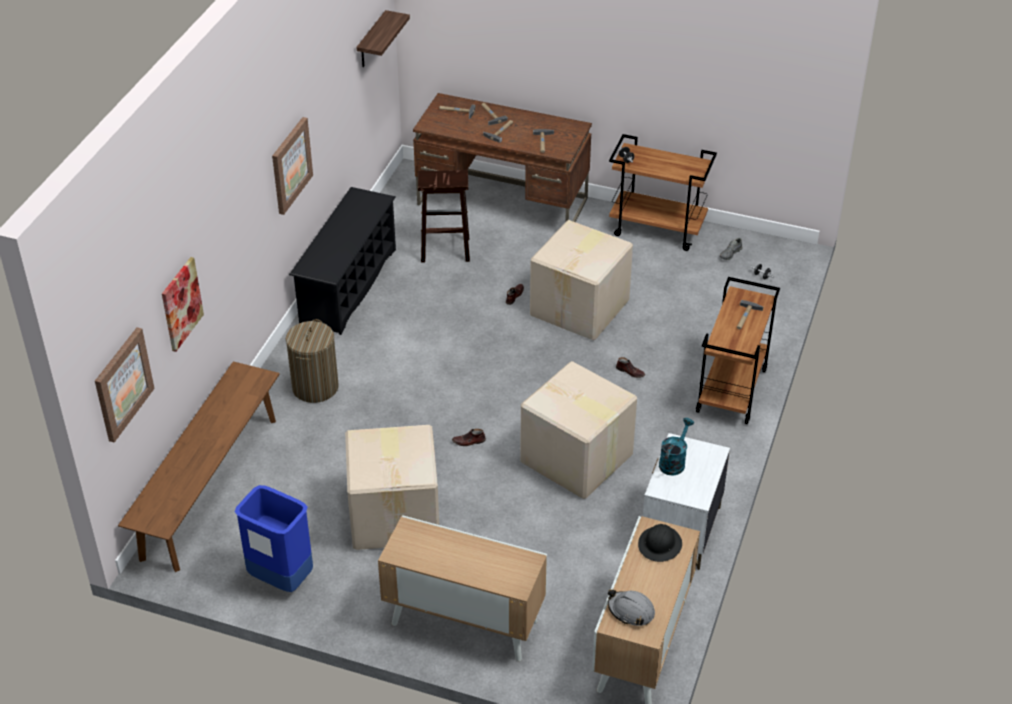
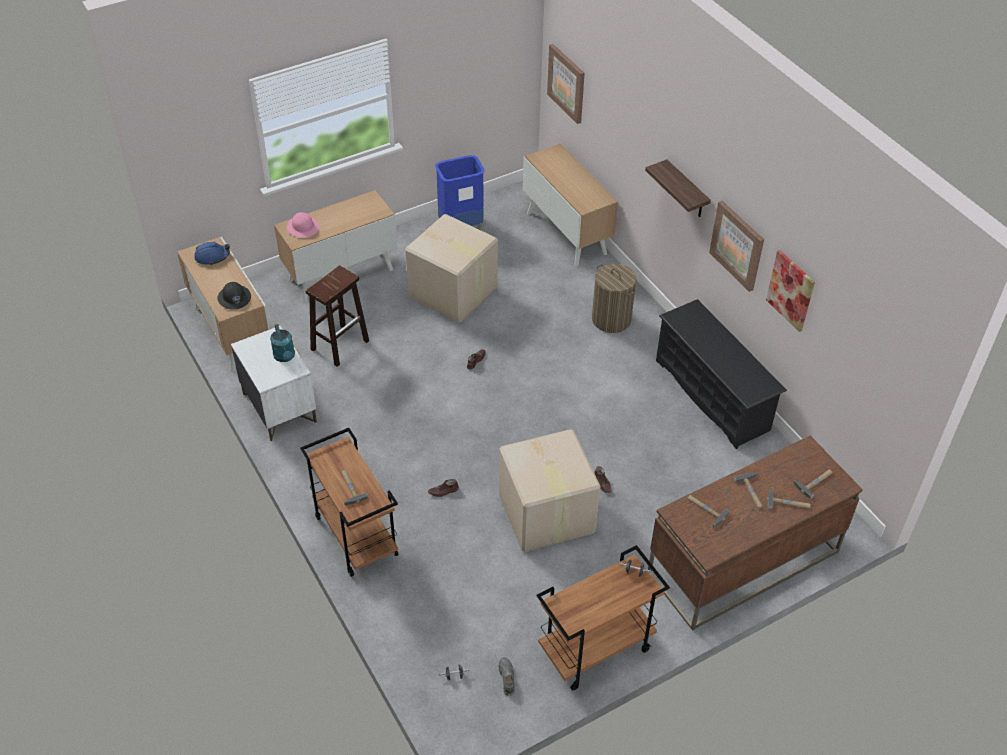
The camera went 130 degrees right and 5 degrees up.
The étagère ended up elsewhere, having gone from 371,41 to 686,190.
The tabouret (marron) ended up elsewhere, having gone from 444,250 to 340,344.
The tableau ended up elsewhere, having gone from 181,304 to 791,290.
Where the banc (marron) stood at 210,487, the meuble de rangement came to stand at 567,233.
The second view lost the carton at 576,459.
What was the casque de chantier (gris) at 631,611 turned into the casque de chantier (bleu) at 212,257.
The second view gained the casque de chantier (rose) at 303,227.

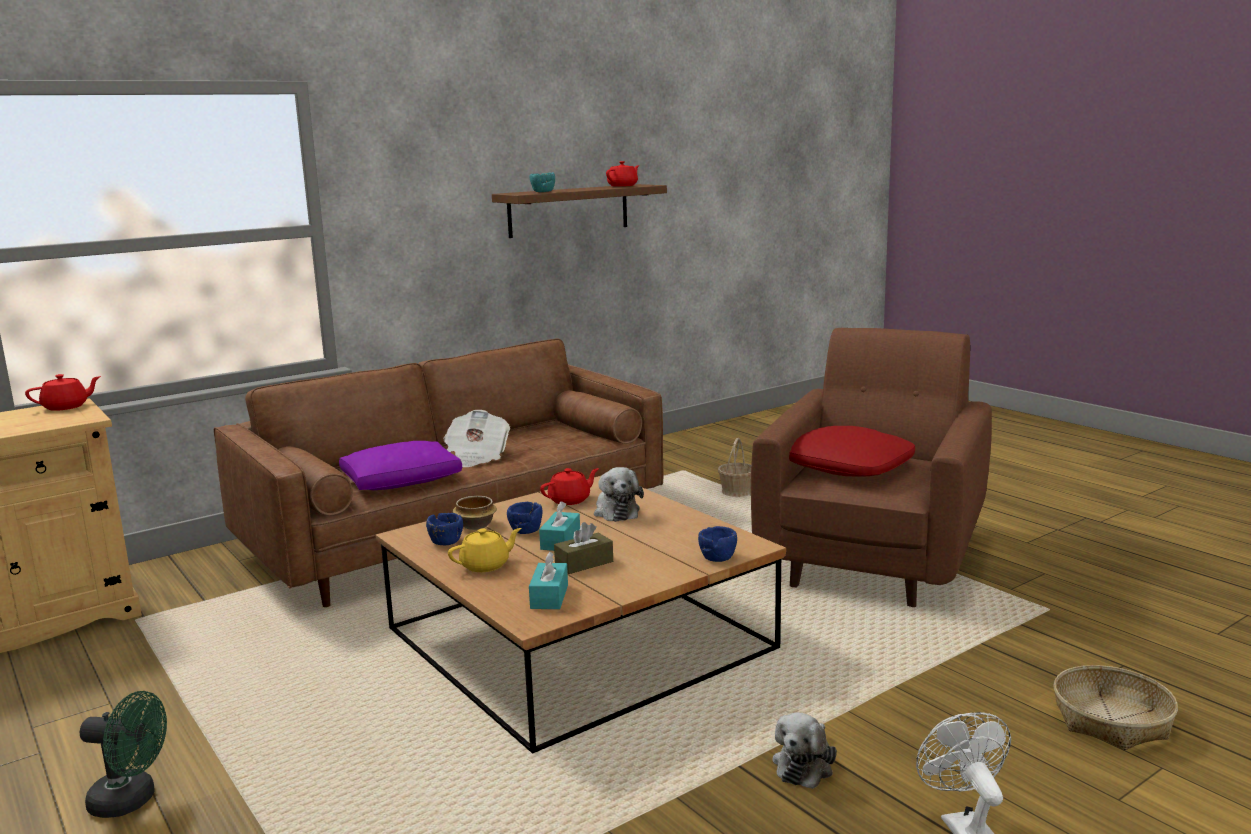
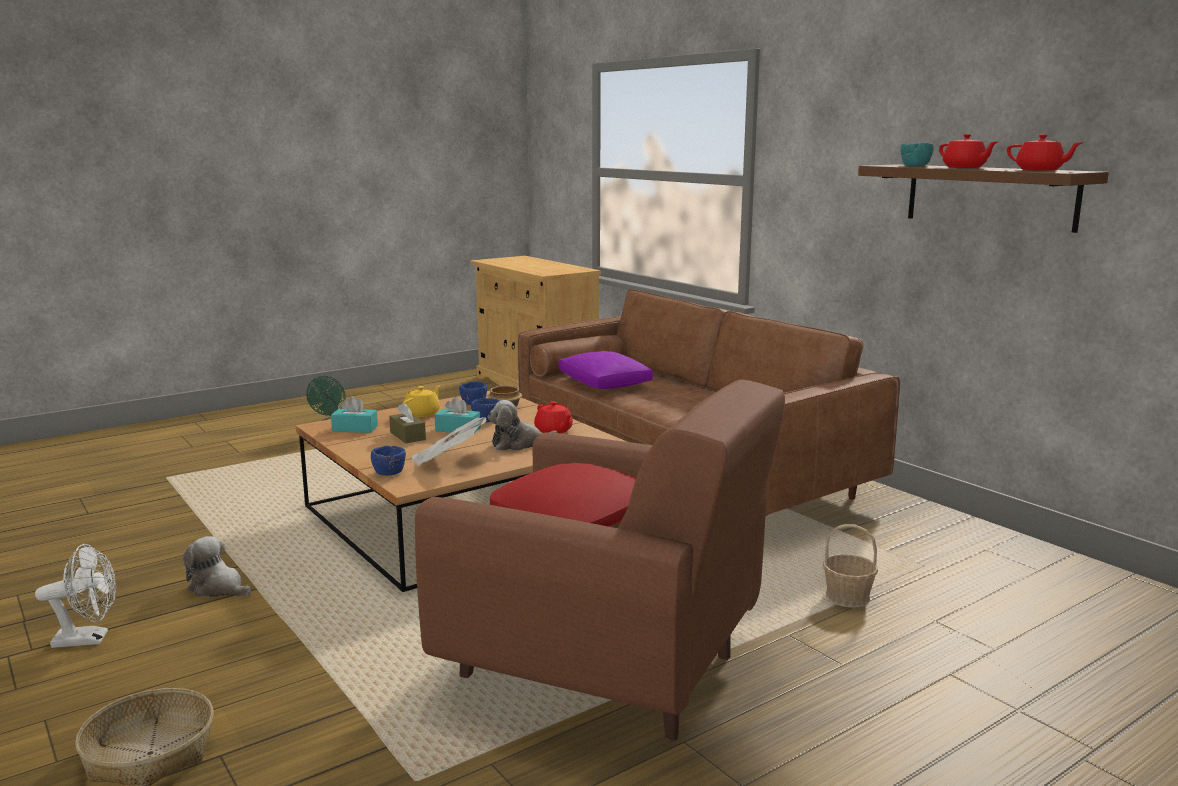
The camera went 90 degrees right and 0 degrees up.
The théière (rouge) ended up elsewhere, having gone from 66,407 to 964,167.
The journal ended up elsewhere, having gone from 477,456 to 447,461.
The théière (jaune) at 486,565 ended up facing another way, 120 degrees counterclockwise from before.

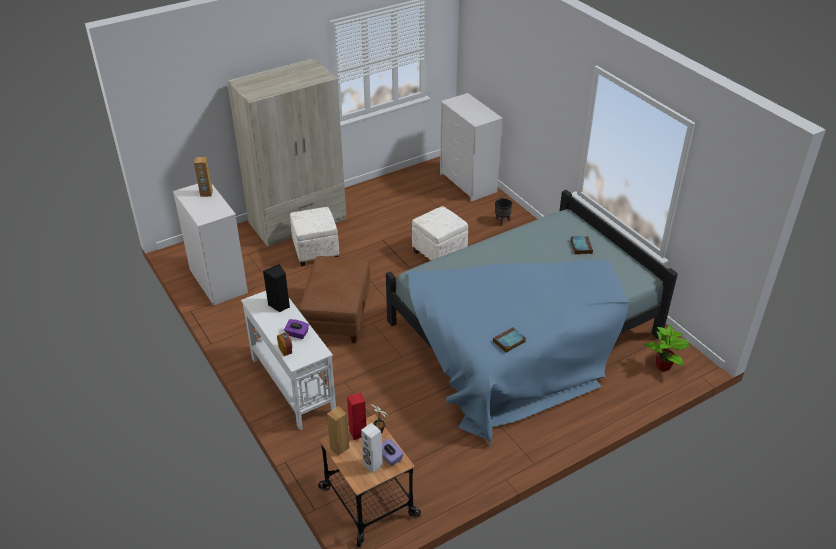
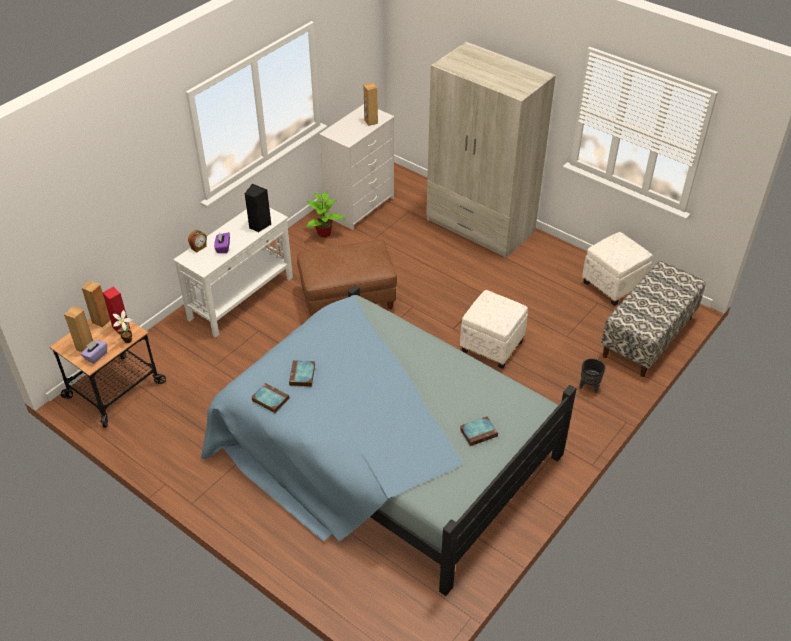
The camera went 70 degrees right and 5 degrees up.
Where the commode (blanc) stood at 468,183, the banc came to stand at 648,337.
The pouf (blanc) ended up elsewhere, having gone from 315,252 to 612,285.
The plante en pot ended up elsewhere, having gone from 664,366 to 324,233.
What was the enceinte (blanc) at 372,465 turned into the enceinte (marron) at 85,347.
The second view gained the livre at 302,376.

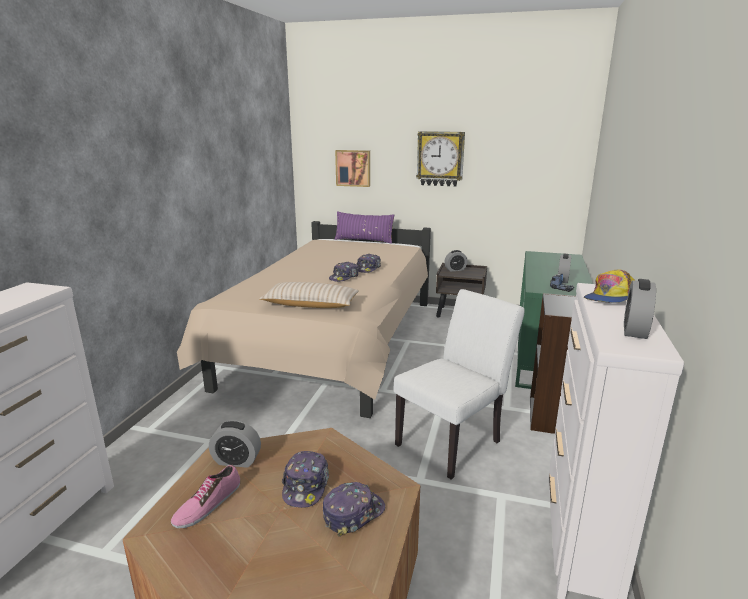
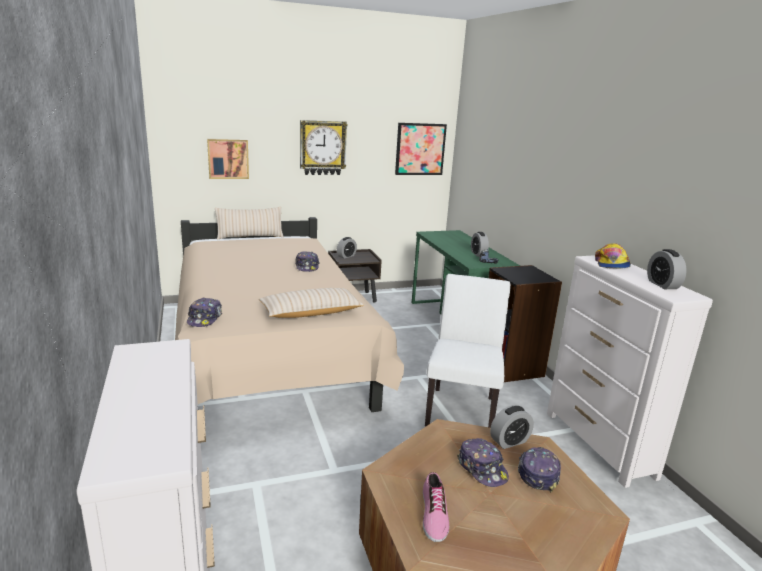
The camera went 35 degrees left and 0 degrees up.
What was the coussin (violet) at 364,240 turned into the coussin (beige) at 250,237.
The casquette ended up elsewhere, having gone from 344,277 to 205,318.
The réveil ended up elsewhere, having gone from 236,460 to 509,441.
The second view gained the tableau at 420,149.

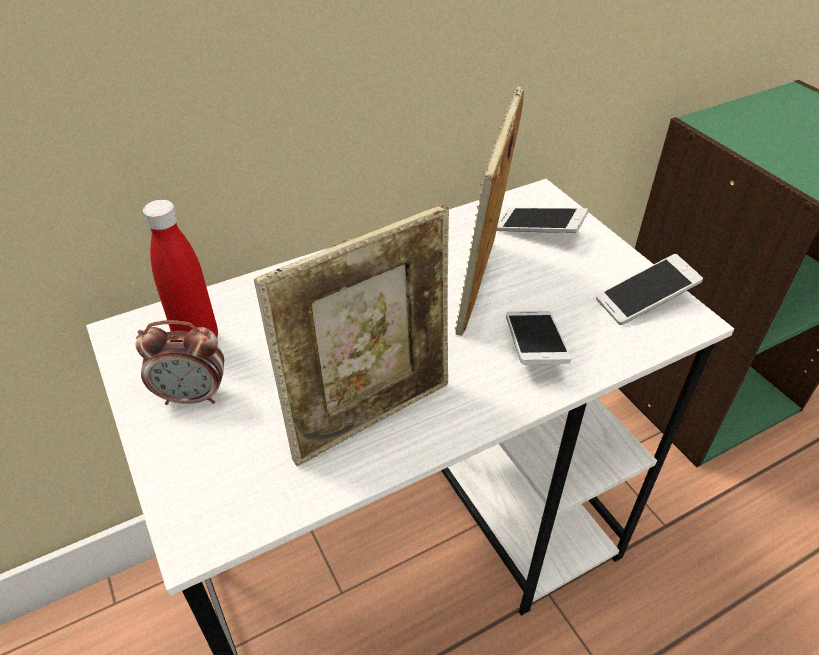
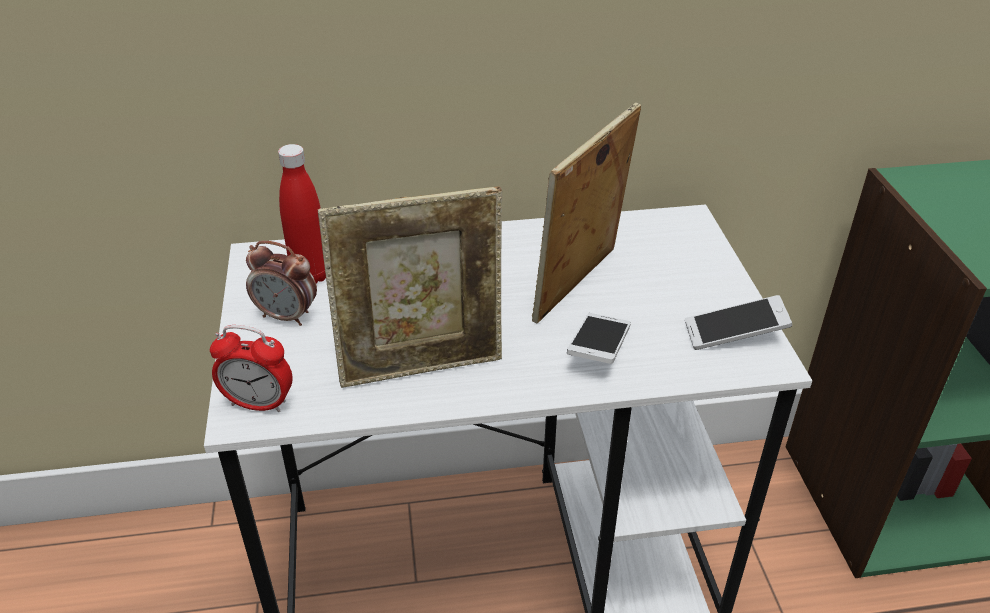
The camera went 20 degrees right and 5 degrees down.
The second view lost the téléphone at 539,231.
The second view gained the réveil at 259,403.

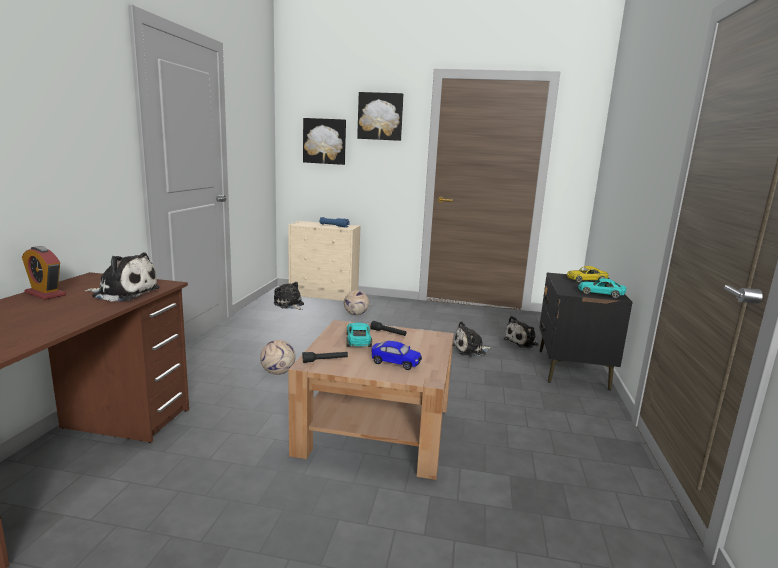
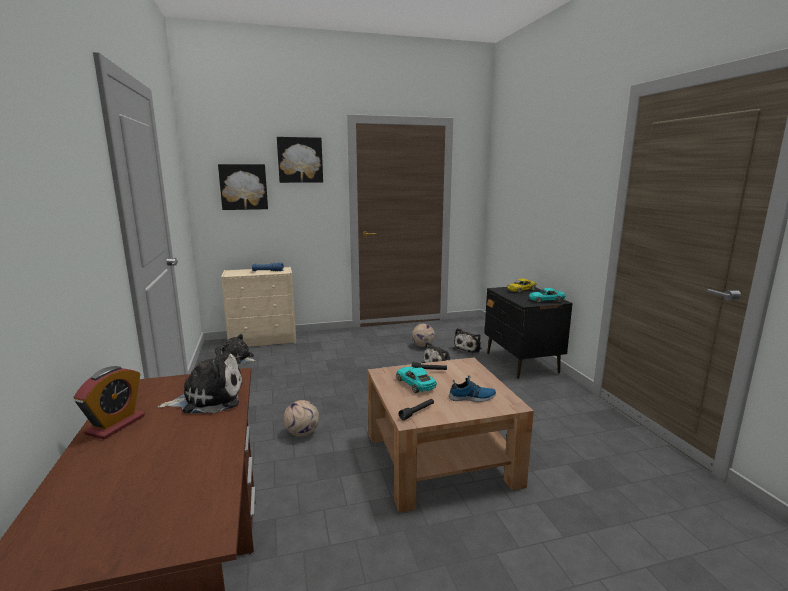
The camera went 25 degrees left and 0 degrees up.
The réveil at 45,294 ended up facing another way, 75 degrees counterclockwise from before.
The ballon de foot ended up elsewhere, having gone from 355,314 to 422,346.
Where the petite voiture stood at 395,363, the chaussure came to stand at 472,398.

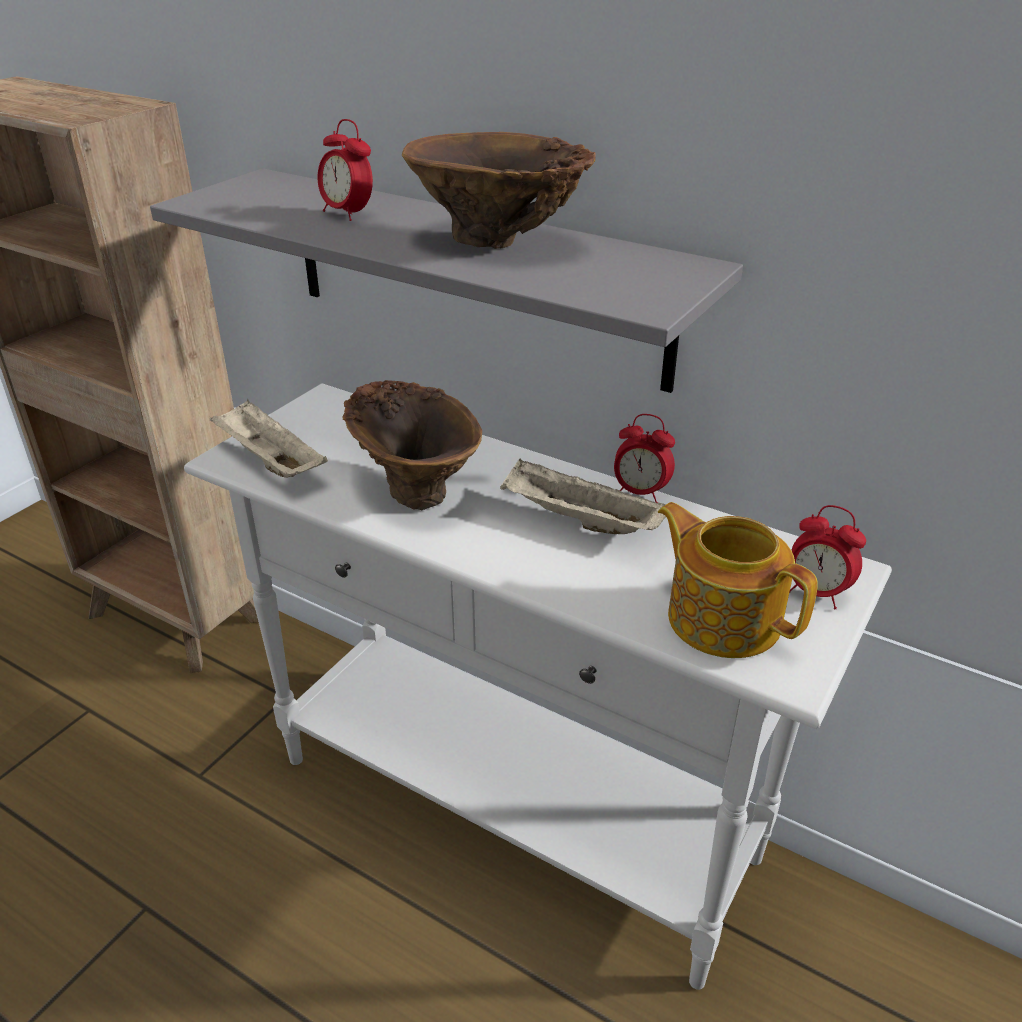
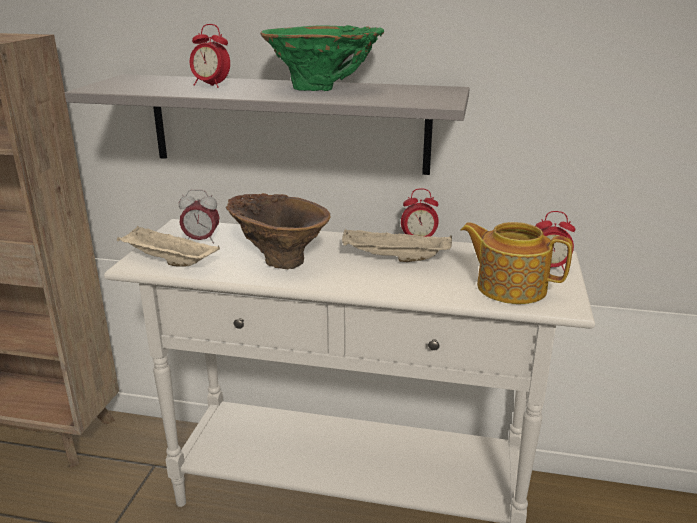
The camera went 20 degrees left and 10 degrees down.
What was the vase (marron) at 497,243 turned into the vase (vert) at 323,89.
The second view gained the réveil at 201,241.

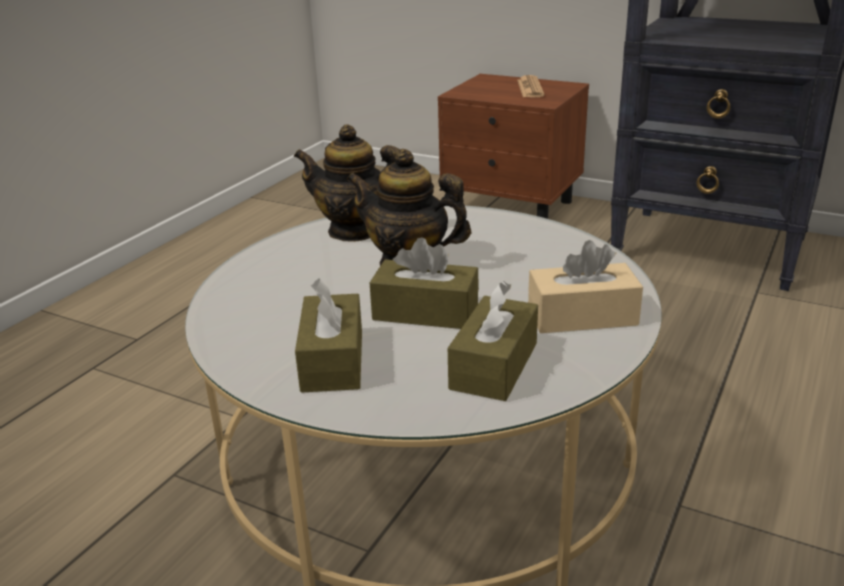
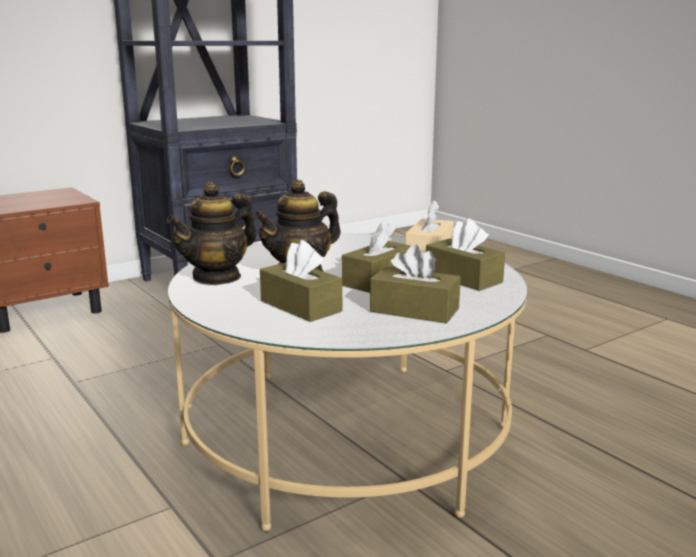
The camera went 65 degrees left and 10 degrees down.
The second view lost the journal at 530,88.
The second view gained the boîte à mouchoirs (marron) at 300,306.

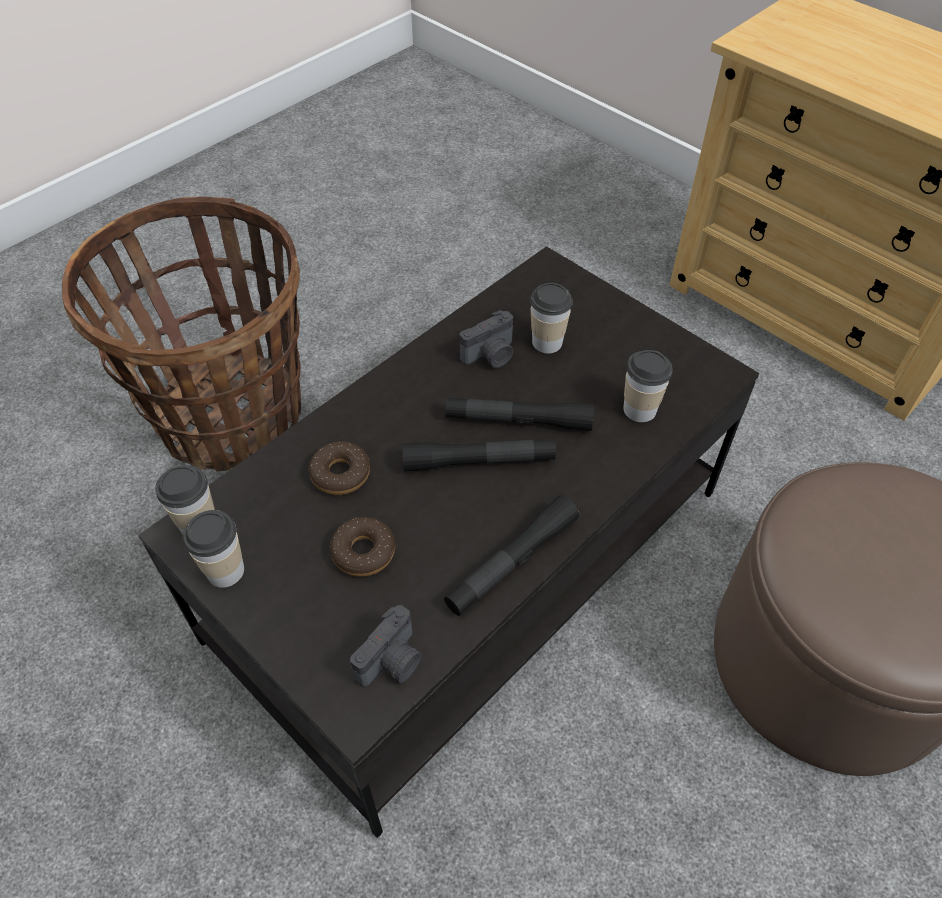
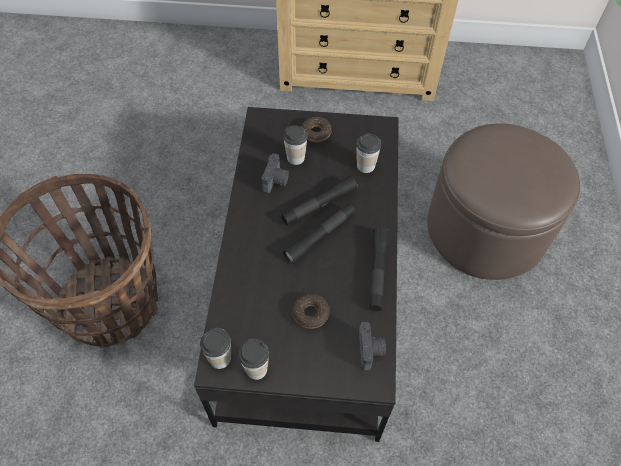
The camera went 40 degrees left and 5 degrees up.
The beignet ended up elsewhere, having gone from 340,474 to 316,133.

